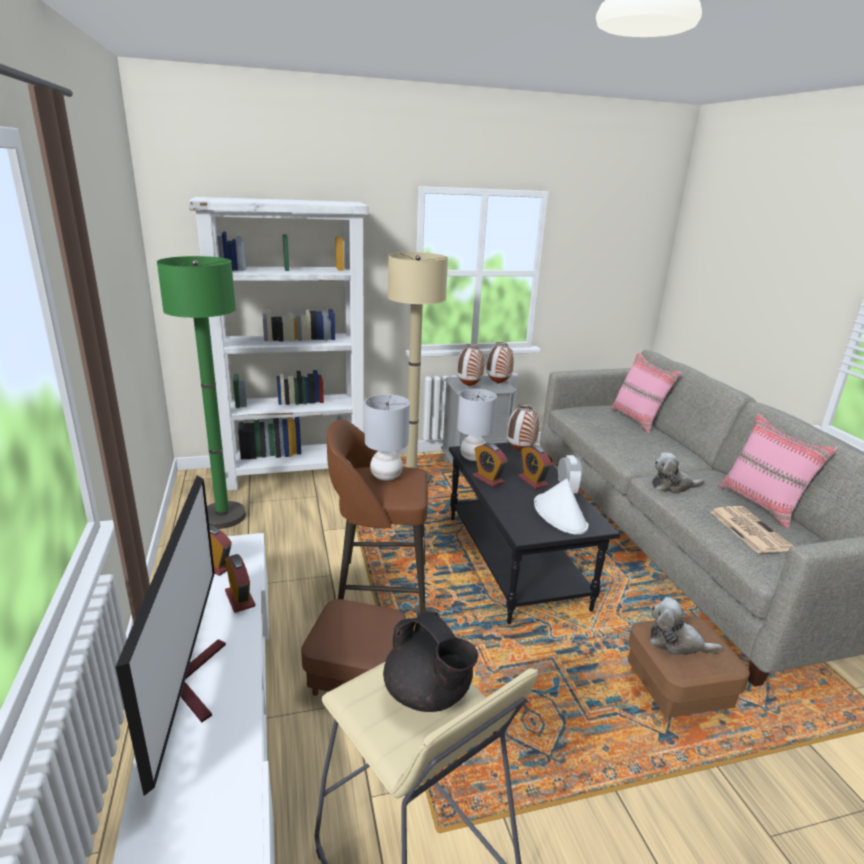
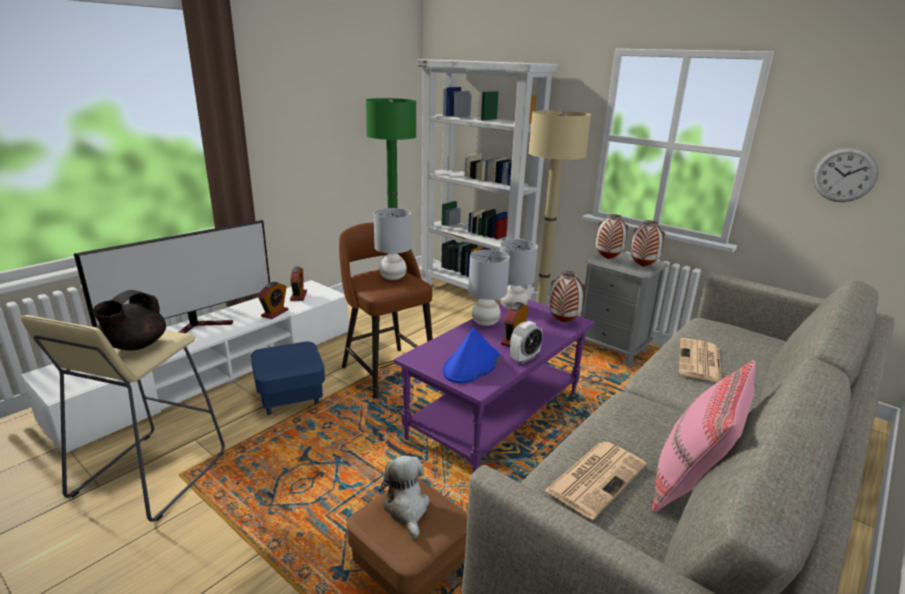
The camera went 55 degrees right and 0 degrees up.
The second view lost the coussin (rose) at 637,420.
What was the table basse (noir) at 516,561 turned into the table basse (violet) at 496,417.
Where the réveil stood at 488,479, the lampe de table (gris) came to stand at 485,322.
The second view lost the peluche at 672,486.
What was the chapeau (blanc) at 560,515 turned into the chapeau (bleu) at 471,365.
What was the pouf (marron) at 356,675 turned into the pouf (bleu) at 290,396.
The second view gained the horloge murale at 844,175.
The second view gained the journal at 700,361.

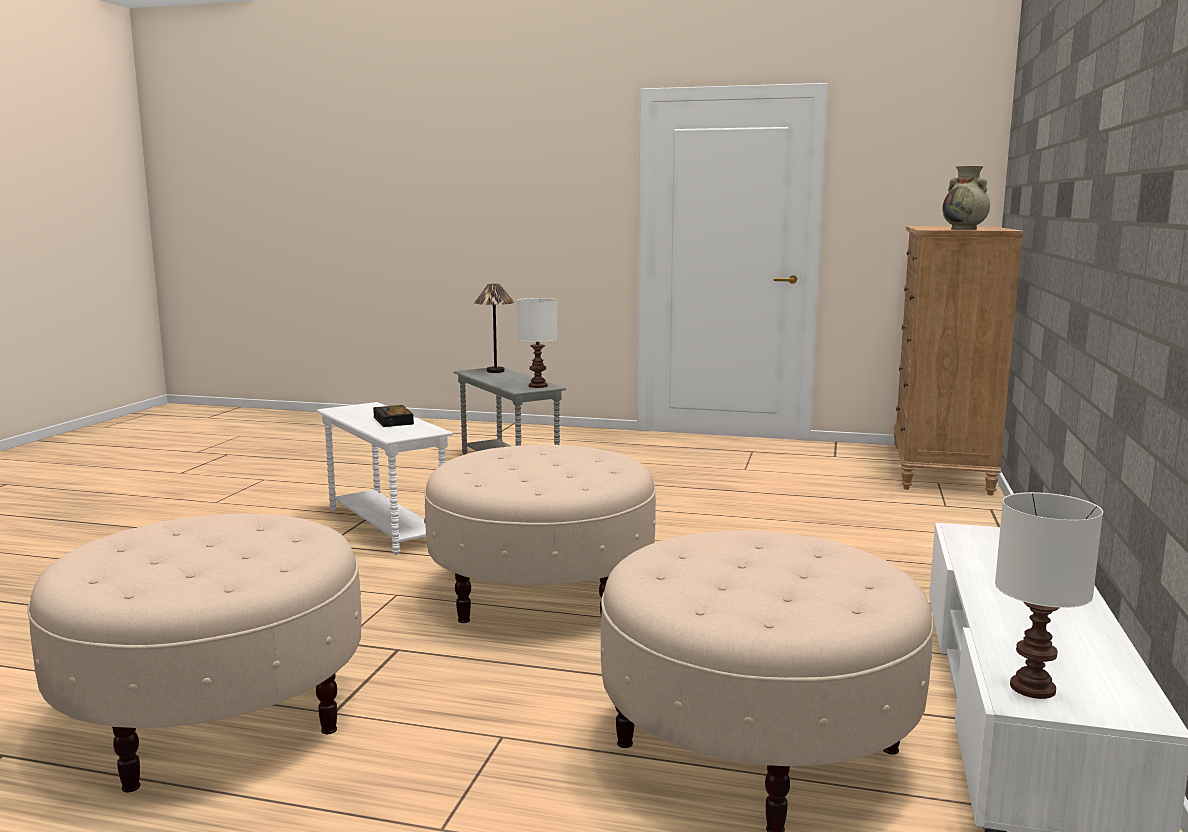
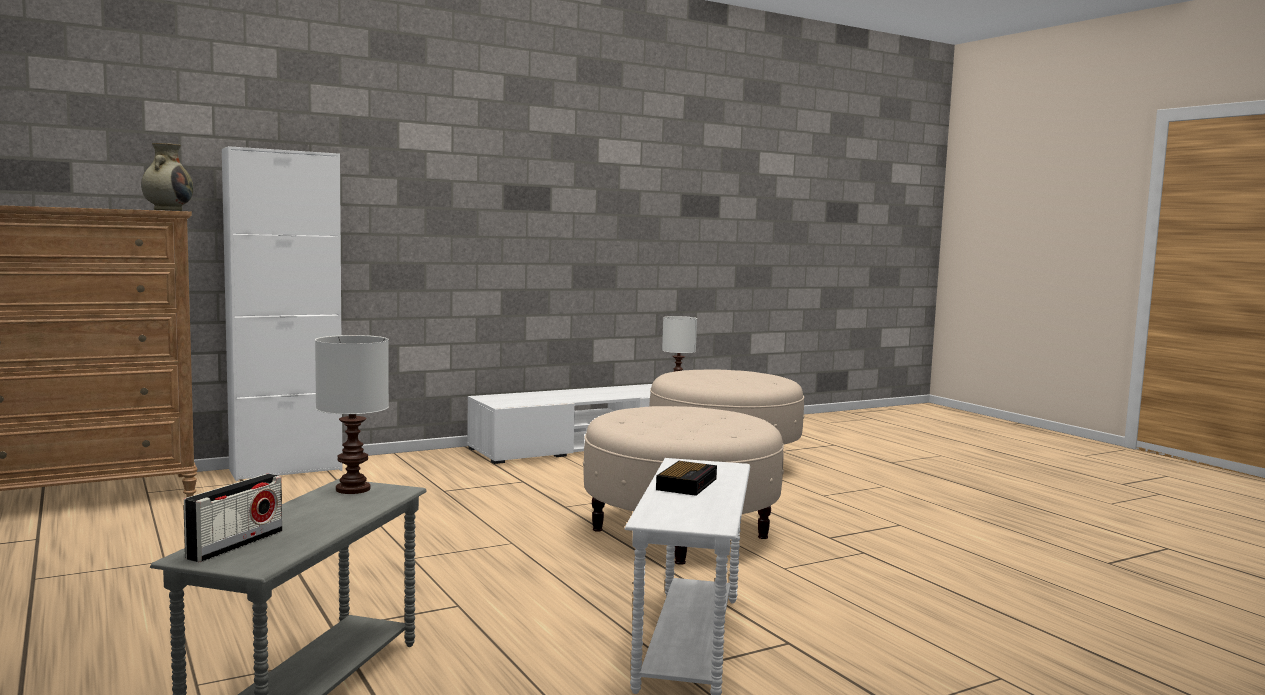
The camera went 135 degrees left and 5 degrees down.
Where the lampe de table stood at 496,371, the radio came to stand at 235,545.
The second view lost the pouf (beige) at 214,716.
The second view gained the meuble de rangement (blanc) at 286,470.

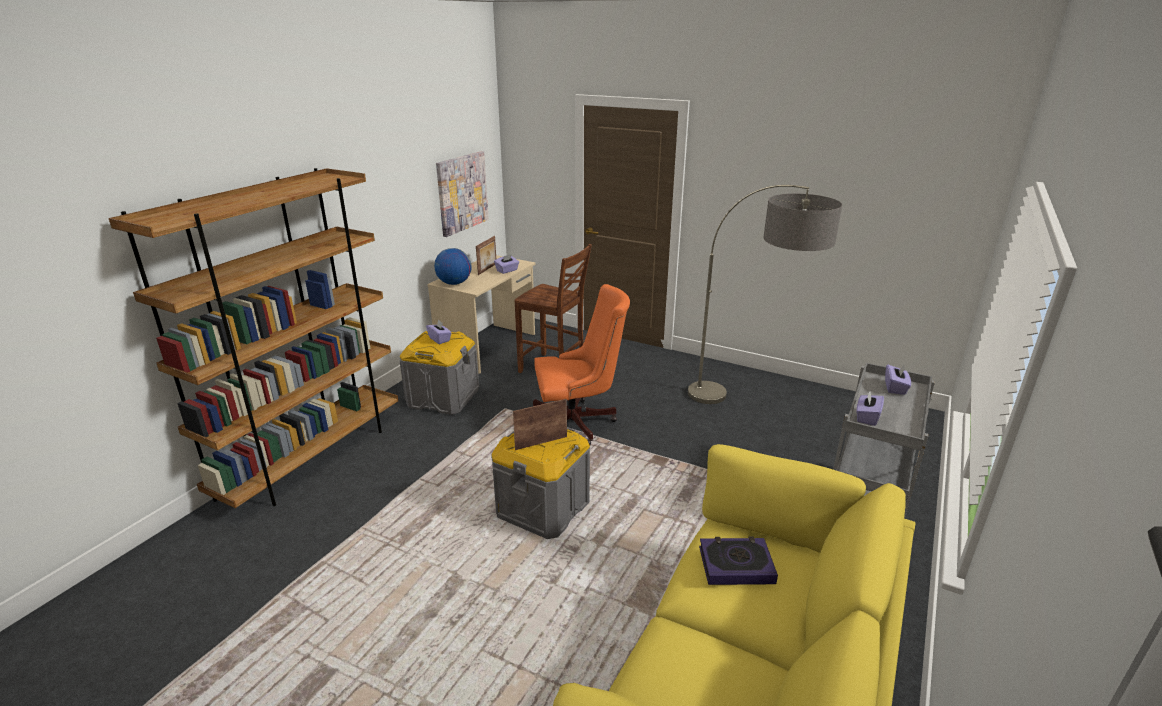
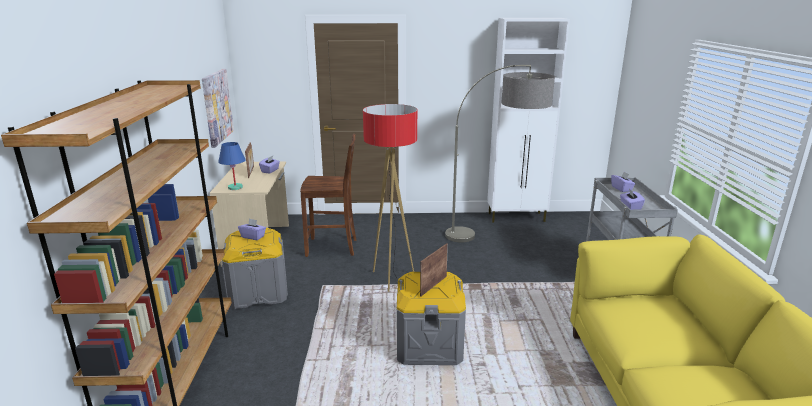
The camera went 30 degrees left and 5 degrees down.
Where the globe stood at 454,283, the lampe de table (bleu) came to stand at 235,187.
Where the chaise de bureau (orange) stood at 578,423, the lampadaire came to stand at 392,279.
The second view lost the livre at 736,565.
The second view gained the meuble de rangement (blanc) at 517,217.

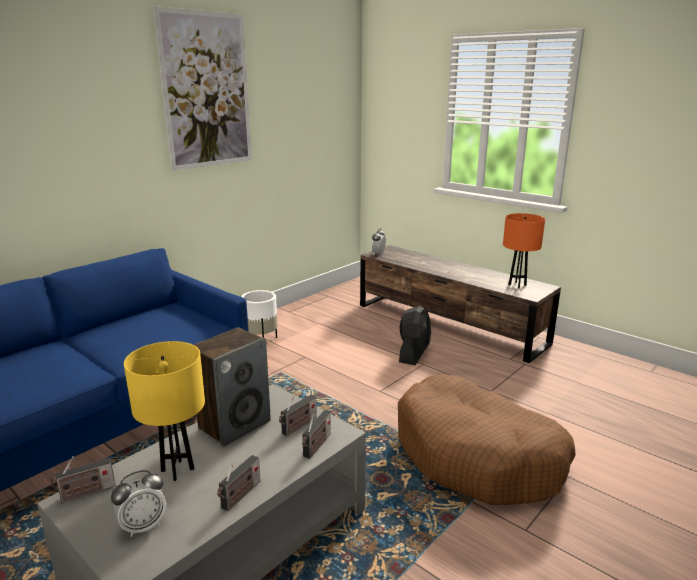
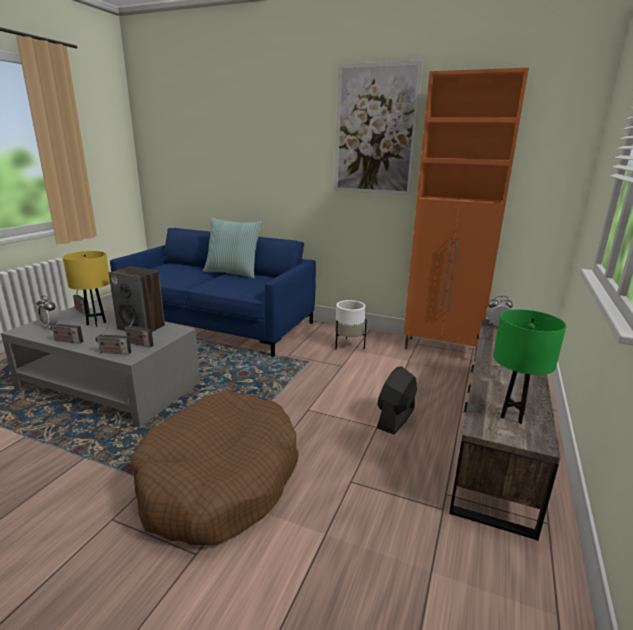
The camera went 70 degrees right and 0 degrees up.
What was the lampe de table (orange) at 517,285 turned into the lampe de table (vert) at 512,416.
The ventilateur (noir) at 414,353 ended up facing another way, 120 degrees clockwise from before.
The second view gained the meuble de rangement (orange) at 442,350.
The second view gained the coussin at 233,273.

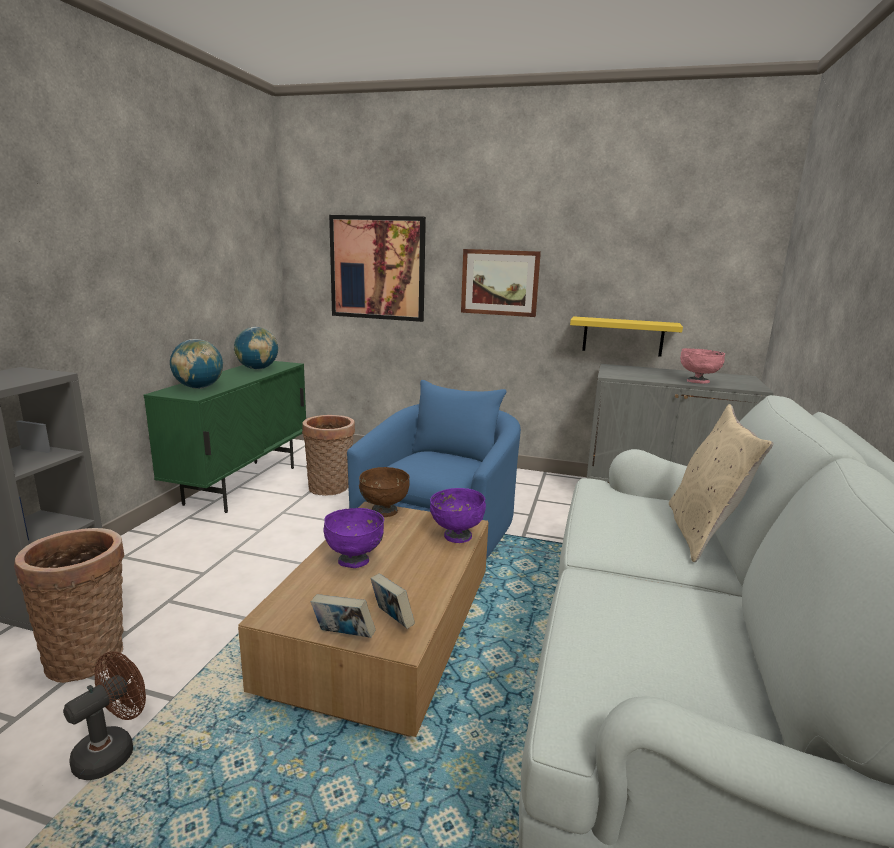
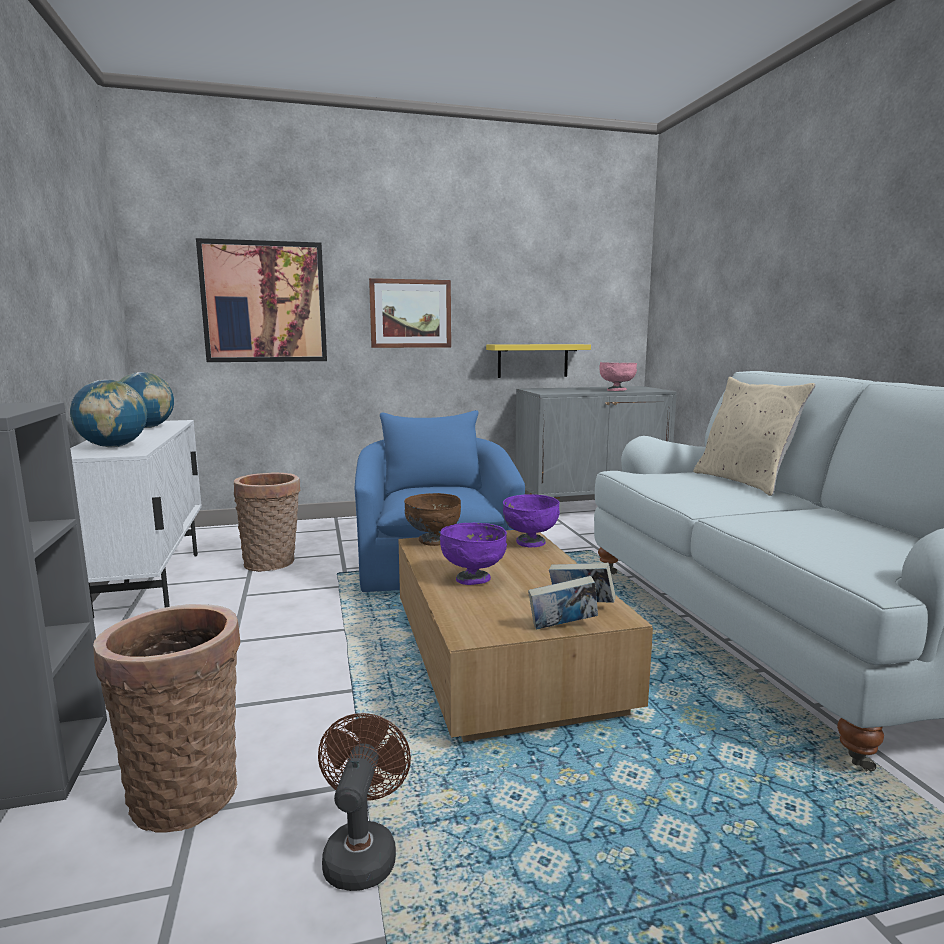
The camera went 30 degrees left and 5 degrees down.
What was the meuble de rangement (vert) at 242,485 turned into the meuble de rangement (blanc) at 150,583.

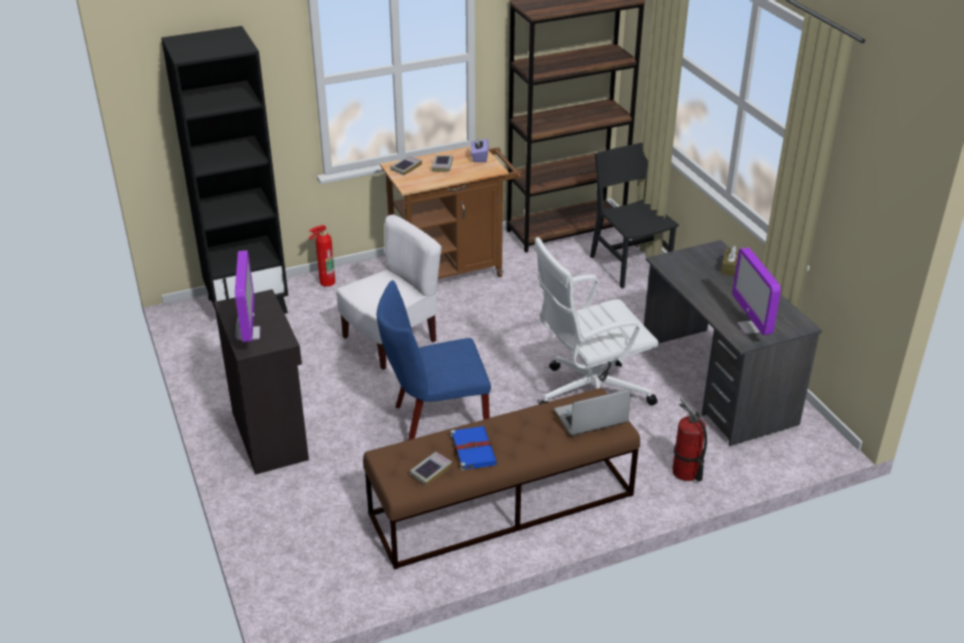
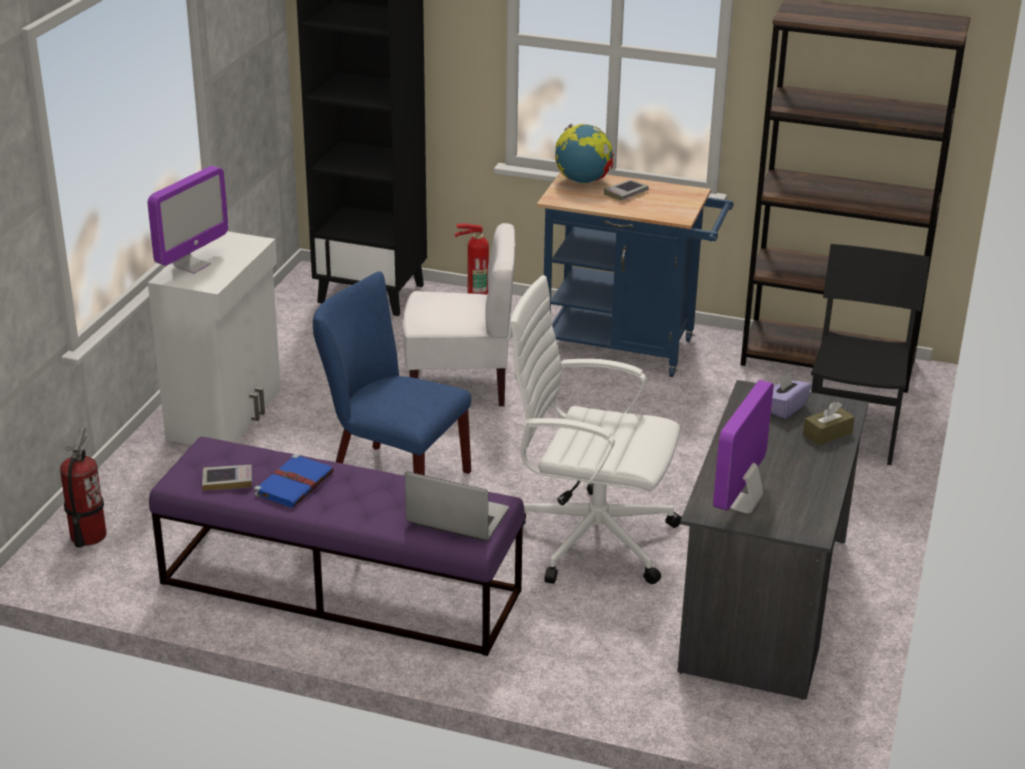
The camera went 40 degrees right and 5 degrees down.
The boîte à mouchoirs (violet) ended up elsewhere, having gone from 479,157 to 784,408.
What was the chariot (marron) at 453,270 turned into the chariot (bleu) at 628,348.
Where the livre stood at 406,167, the globe came to stand at 583,181.
What was the meuble de rangement (noir) at 271,434 turned into the meuble de rangement (blanc) at 227,414.
What was the banc (marron) at 501,505 turned into the banc (violet) at 339,587.
The extincteur ended up elsewhere, having gone from 685,472 to 87,536.

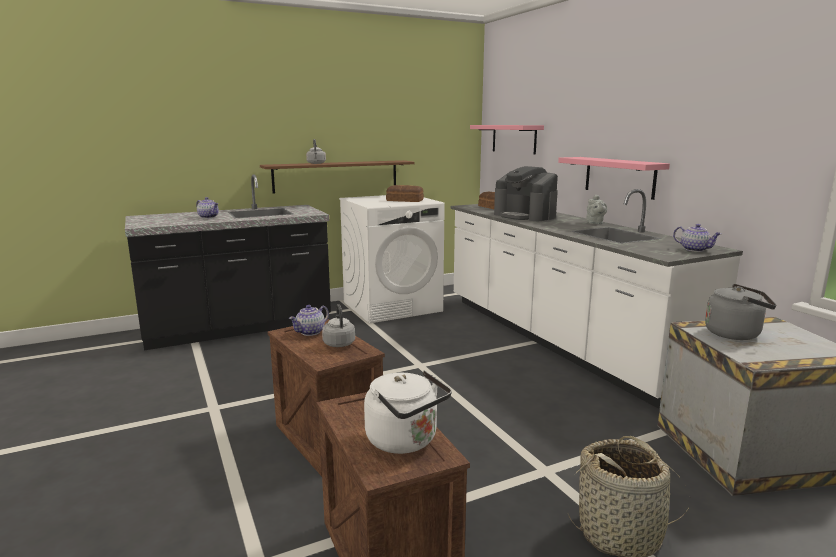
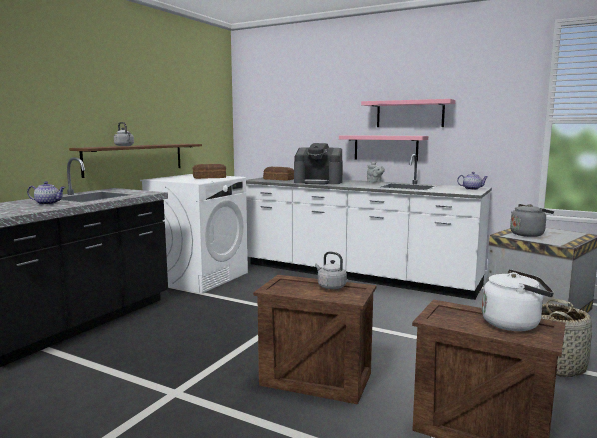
The camera went 35 degrees left and 5 degrees down.
The étagère (rose) ended up elsewhere, having gone from 514,139 to 409,114.
The second view lost the théière at 310,332.

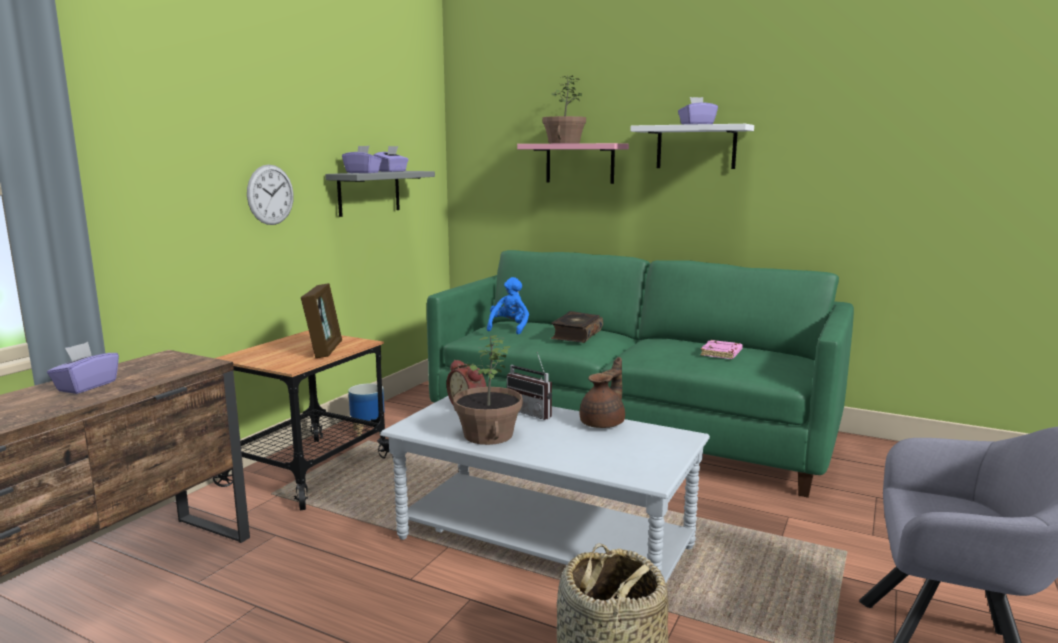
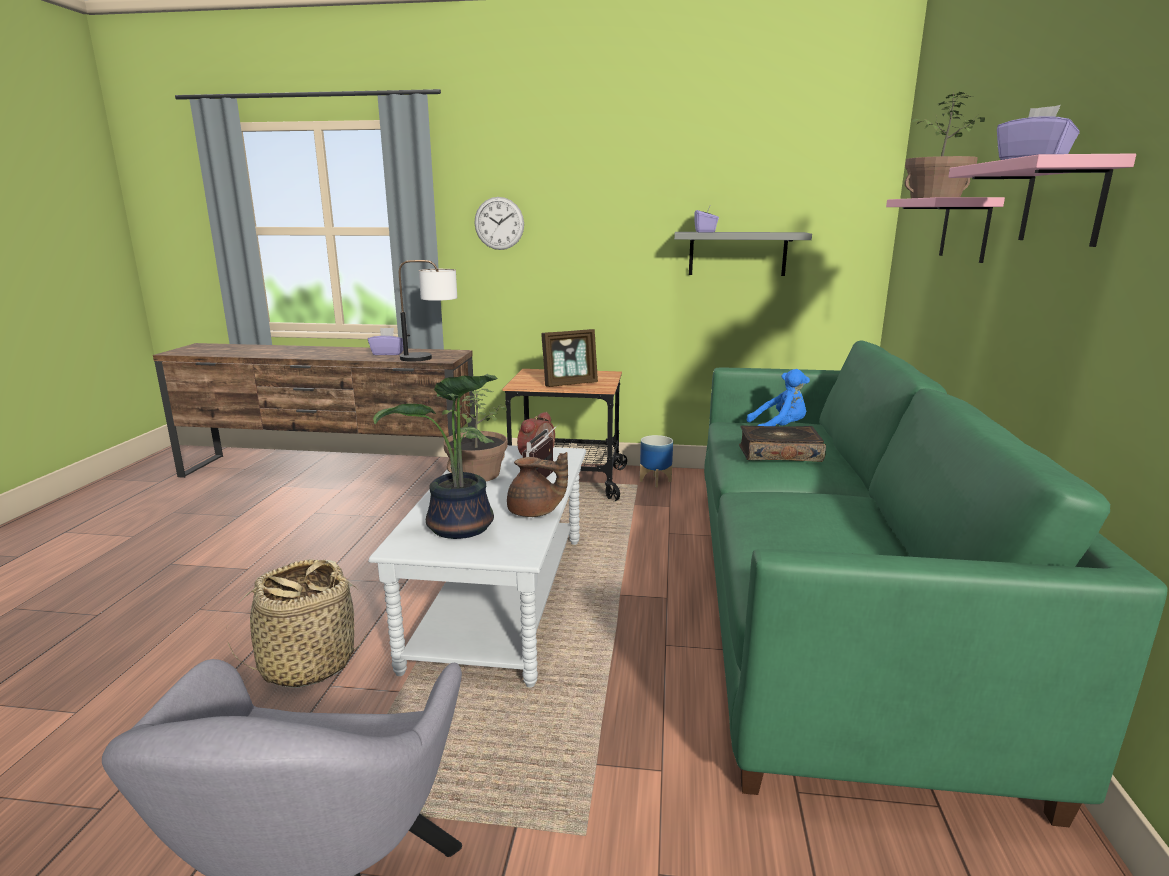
The camera went 70 degrees right and 5 degrees up.
What was the étagère (blanc) at 696,147 turned into the étagère (rose) at 1062,202.
The second view lost the boîte à mouchoirs (violet) at 392,171.
The horloge murale ended up elsewhere, having gone from 270,195 to 499,223.
The second view lost the livre (rose) at 721,353.
The second view gained the lampe de table at 431,358.
The second view gained the plante en pot at 459,529.

